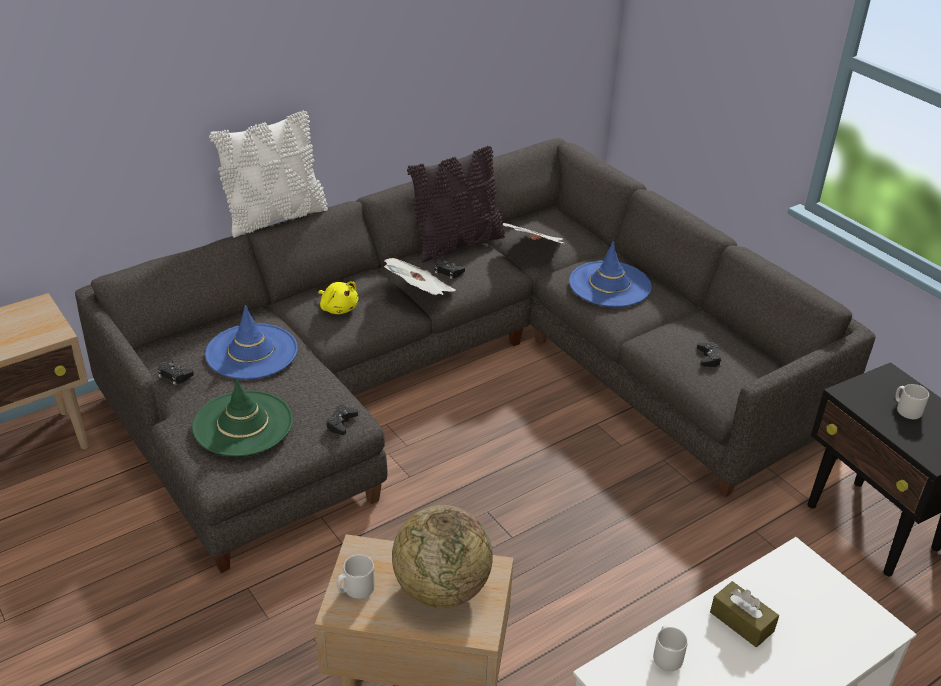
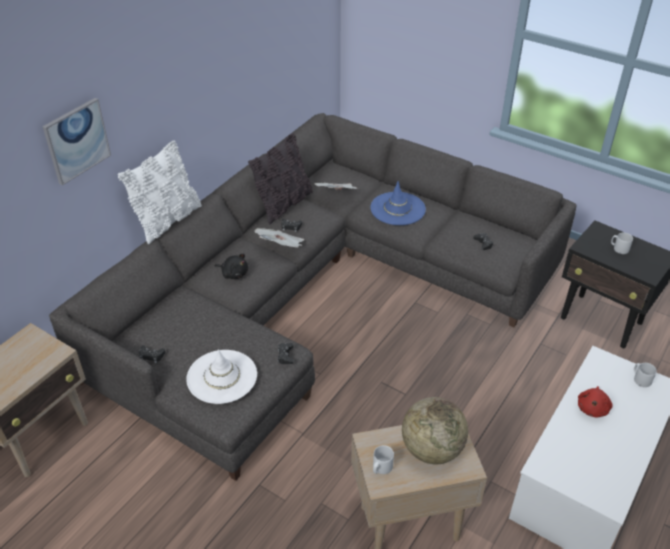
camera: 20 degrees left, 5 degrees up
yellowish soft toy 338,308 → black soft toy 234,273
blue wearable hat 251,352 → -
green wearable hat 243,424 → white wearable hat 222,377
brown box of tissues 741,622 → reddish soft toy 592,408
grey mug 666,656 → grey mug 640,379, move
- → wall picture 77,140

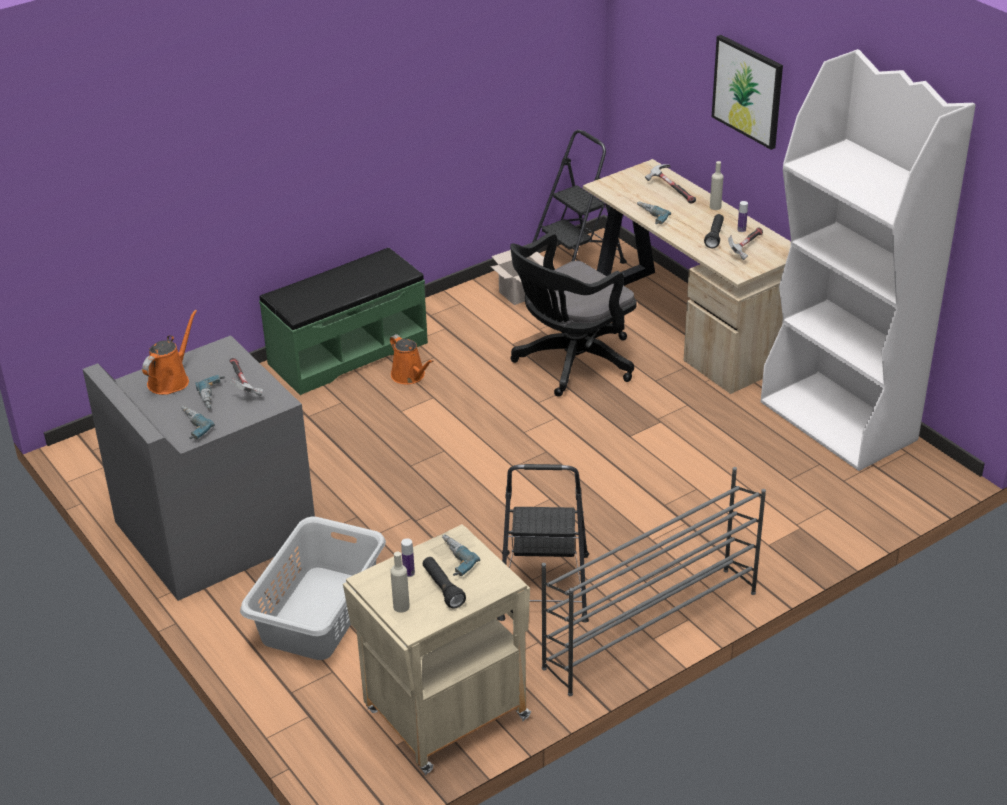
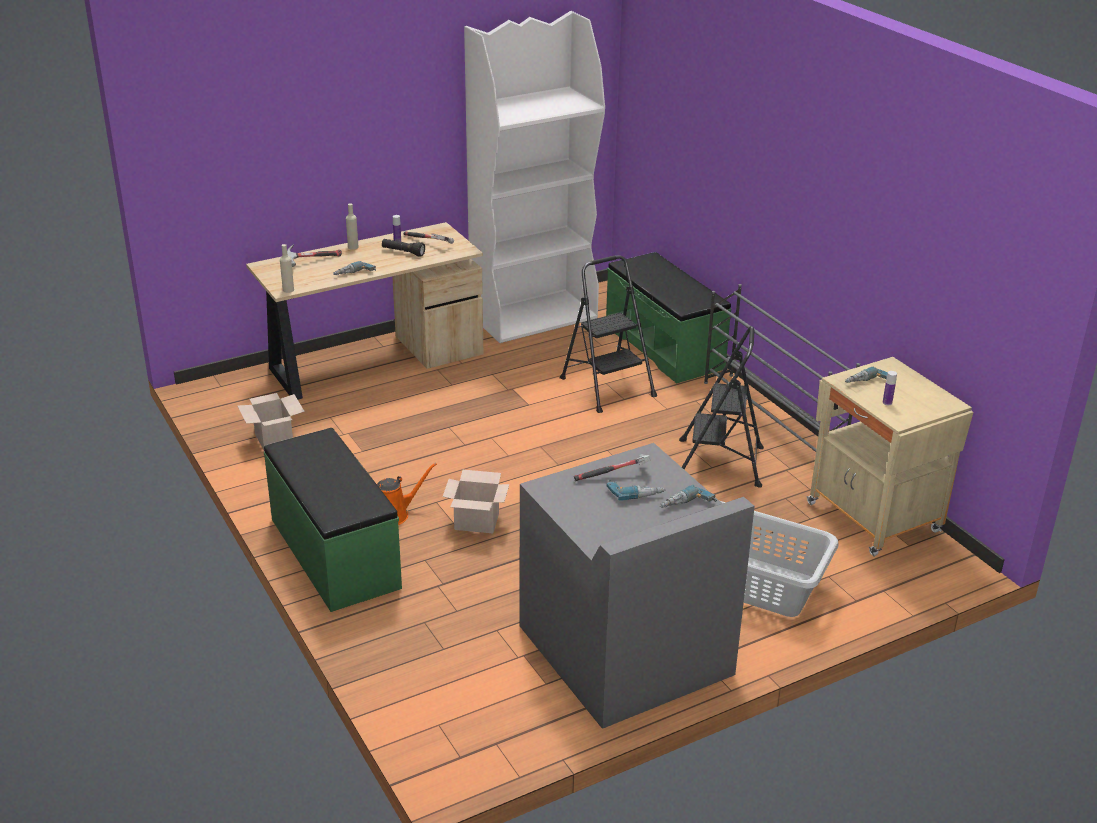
camera: 85 degrees left, 5 degrees down
wall picture 748,91 → -
black step stool 578,259 → black step stool 606,385, move
black office chair 570,363 → -
orange watering pot 171,380 → -
beige beverage bottle 401,606 → beige beverage bottle 288,290, move
black flashlight 442,588 → -
- → green indoor bench 664,347
- → carton 475,522

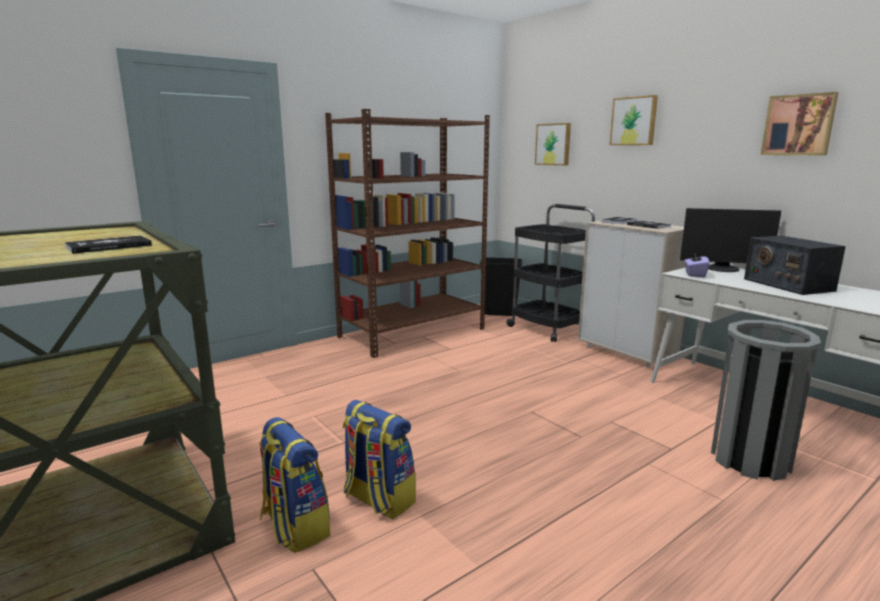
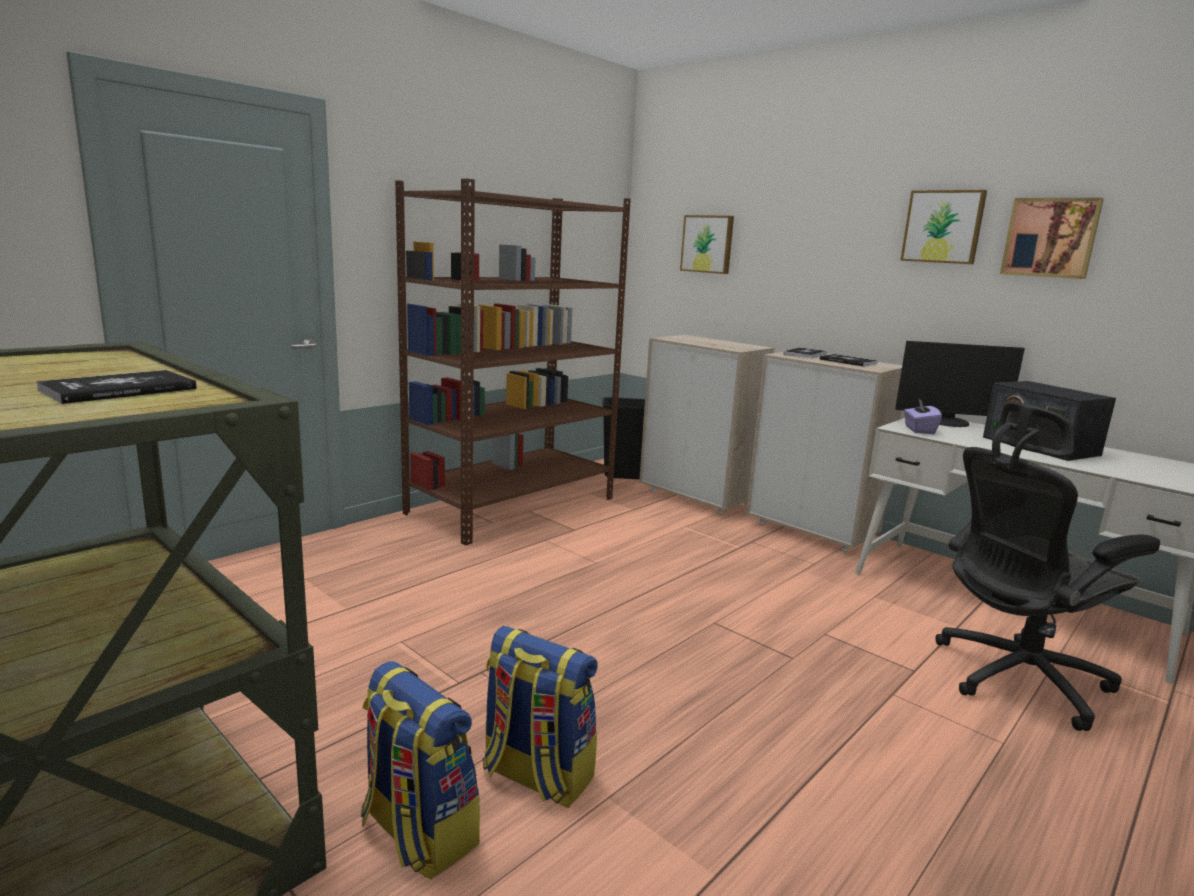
camera: 10 degrees left, 0 degrees up
wall picture 634,121 → wall picture 943,227, move
black trolley 547,328 → beige cupboard 698,498
grey rubbish bin 749,459 → office chair 1014,681

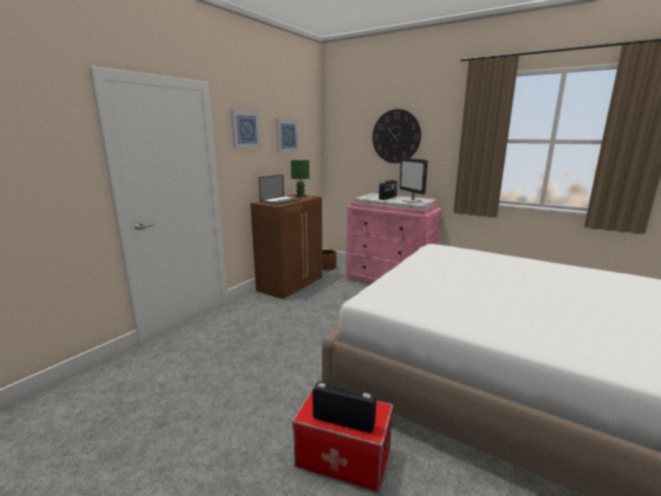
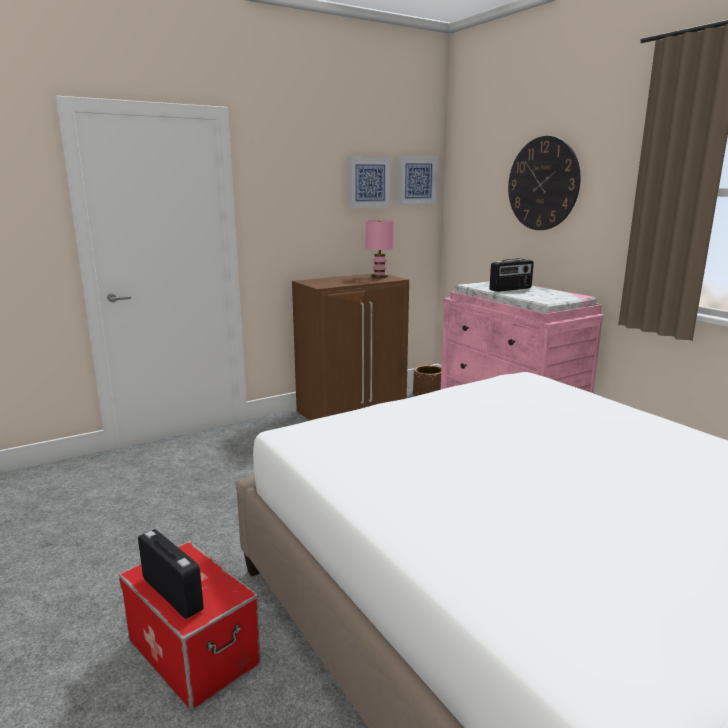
camera: 25 degrees right, 0 degrees up
wall picture 245,129 → wall picture 417,180, move
monitor 412,201 → -
green lamp for a table 300,196 → pink-coloured lamp for a table 379,276
laptop 280,200 → -

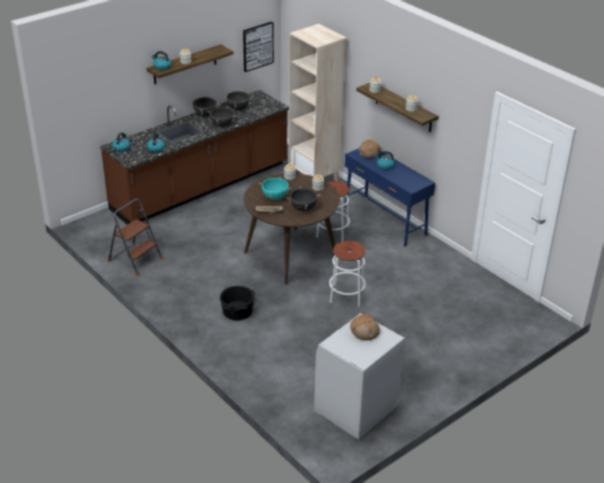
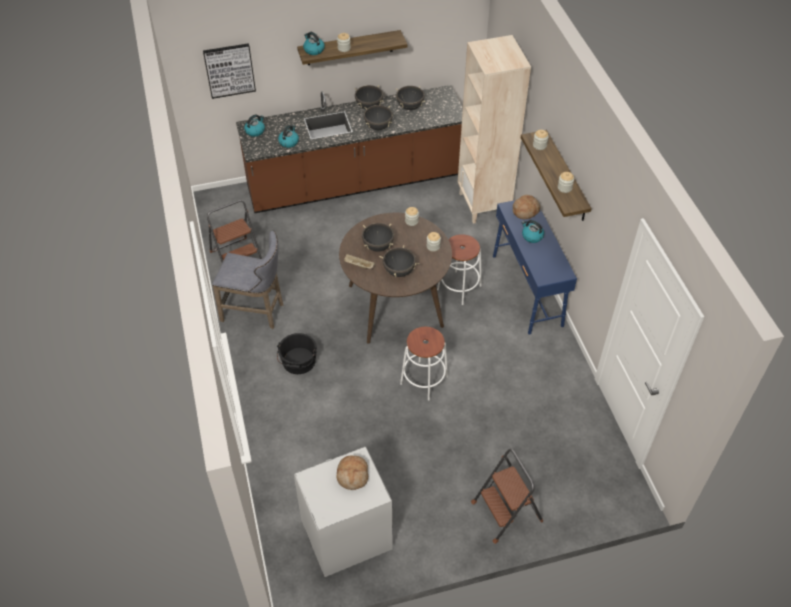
camera: 25 degrees right, 15 degrees up
wall picture 257,46 → wall picture 229,70, move
turquoise-coloured saucepot 275,198 → black saucepot 378,246
- → grey sitting stool 256,312
- → brown step stool 509,510

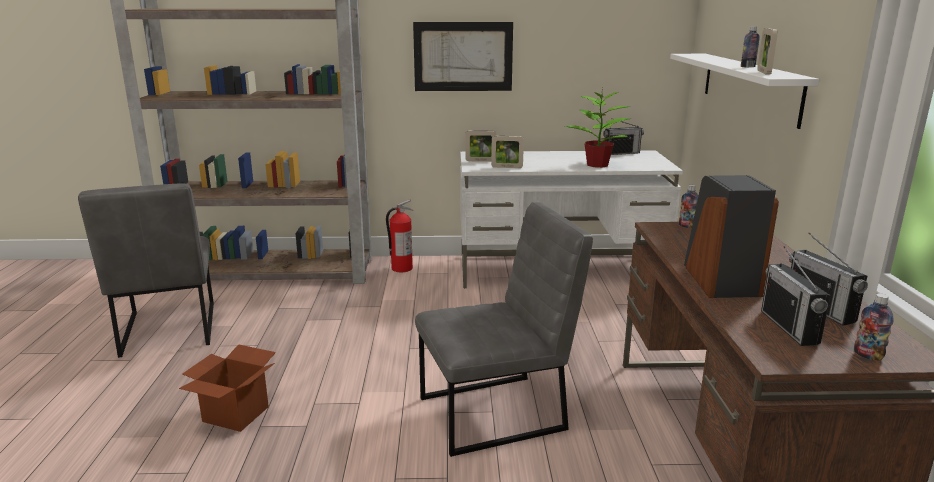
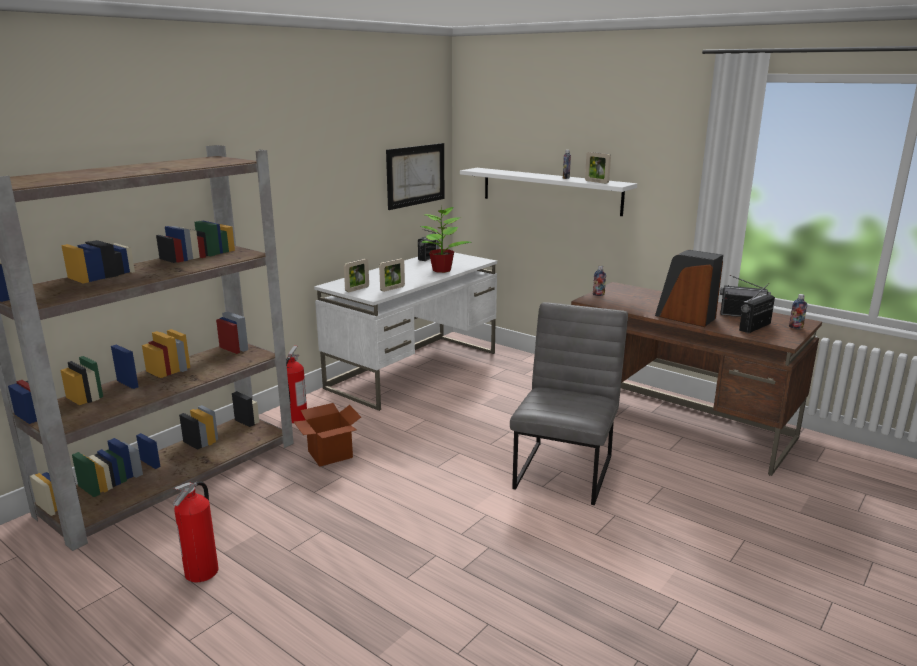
camera: 50 degrees left, 0 degrees up
wall picture 463,56 → wall picture 416,175, move
grey chair 168,330 → fire extinguisher 202,572
radio receiver 789,327 → radio receiver 755,327, 105 degrees clockwise
carton 236,414 → carton 330,454, move

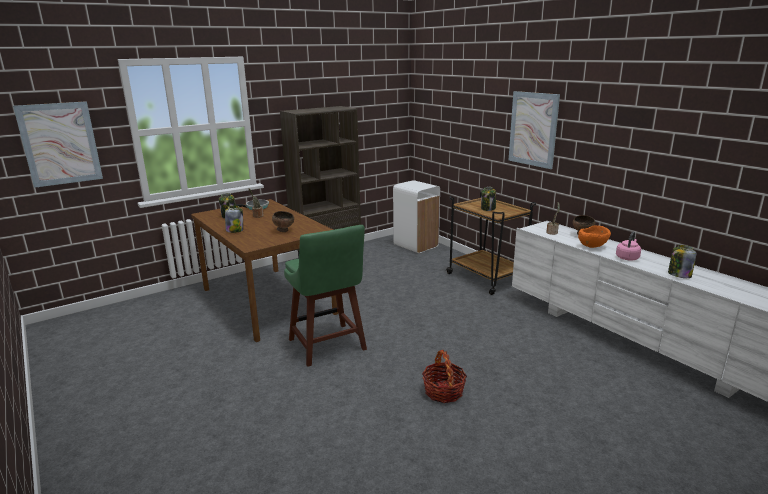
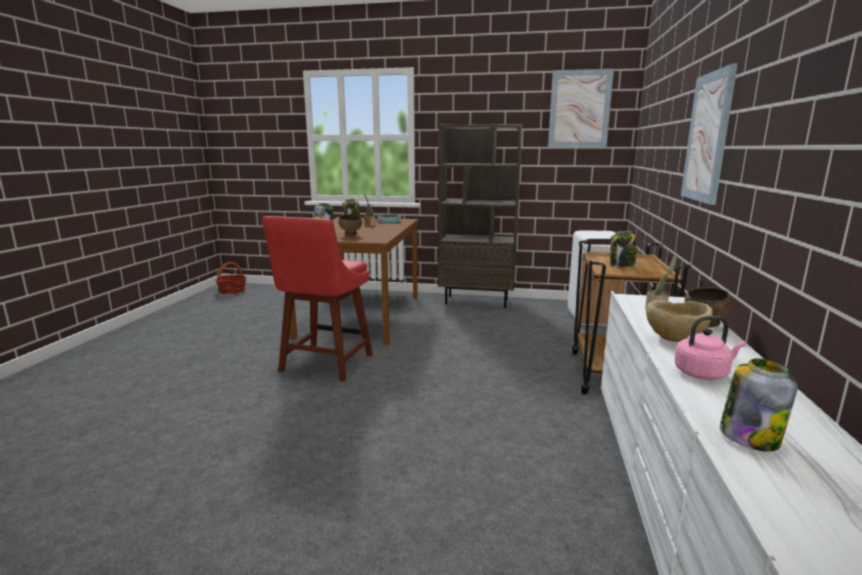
camera: 45 degrees right, 5 degrees down
wall picture 60,144 → wall picture 579,109, move
green chair 328,346 → reddish chair 324,364
orange serving bowl 592,247 → beige serving bowl 674,341
basket 443,391 → basket 232,291, move

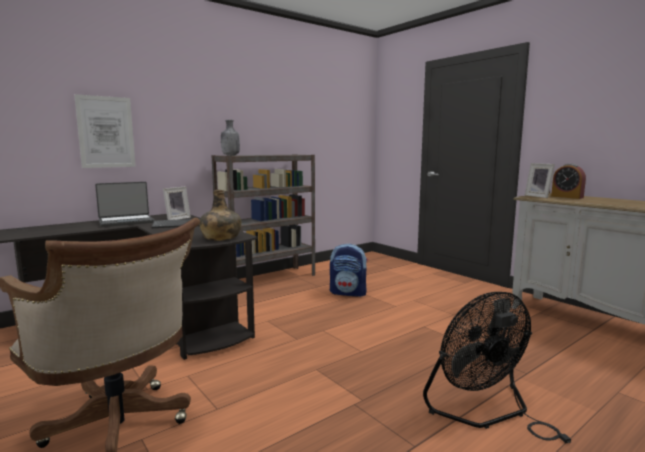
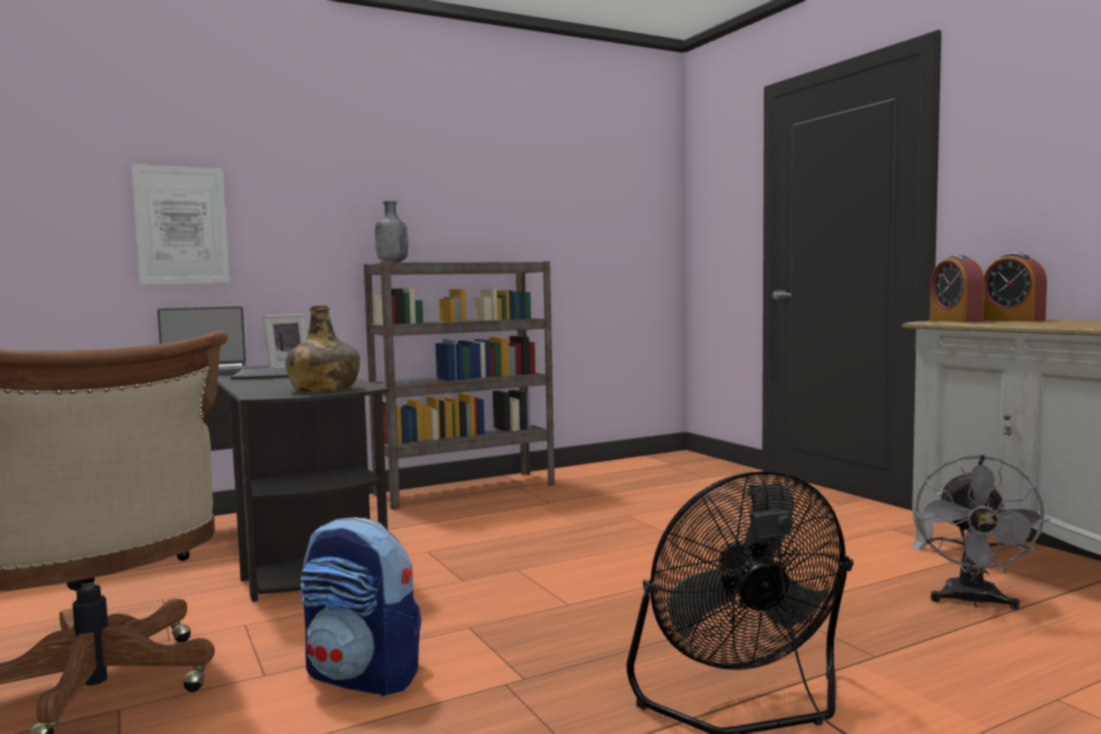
camera: 10 degrees right, 5 degrees down
photo frame 539,196 → alarm clock 955,321
rucksack 348,293 → rucksack 363,677, move
- → grey fan 973,602

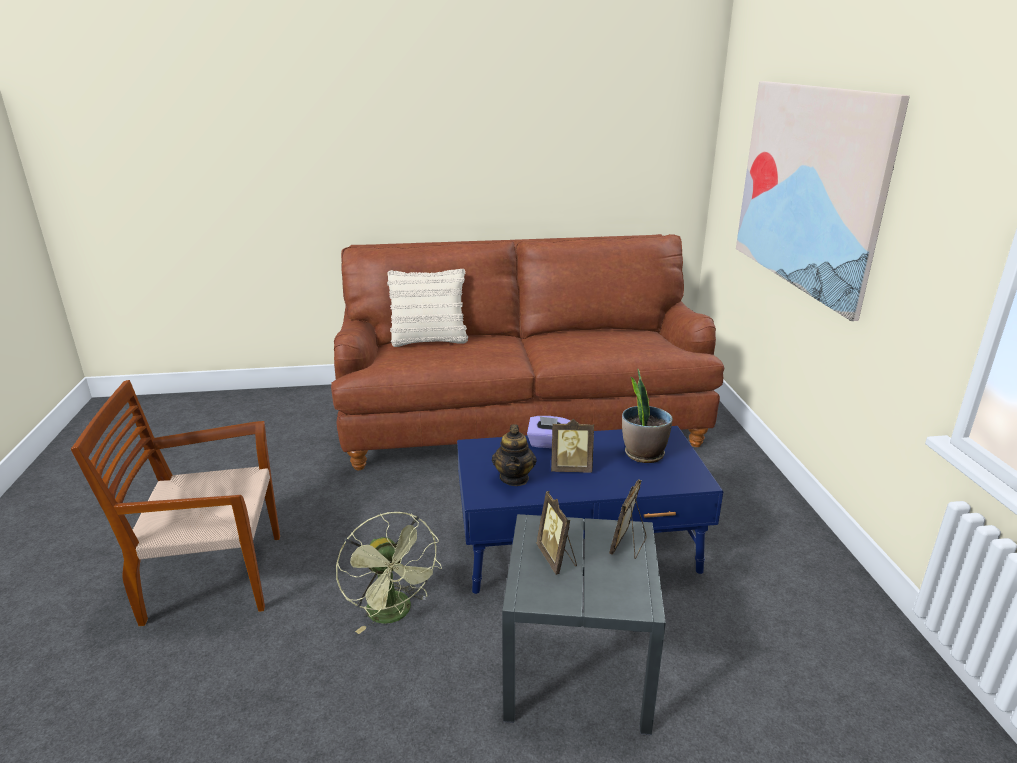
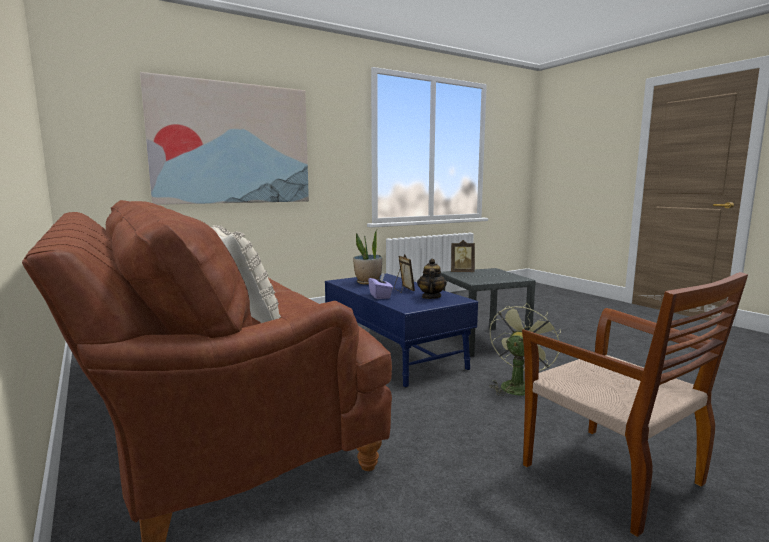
camera: 115 degrees left, 15 degrees down
tea pot 514,478 → tea pot 431,297, 60 degrees counterclockwise
photo frame 557,558 → -

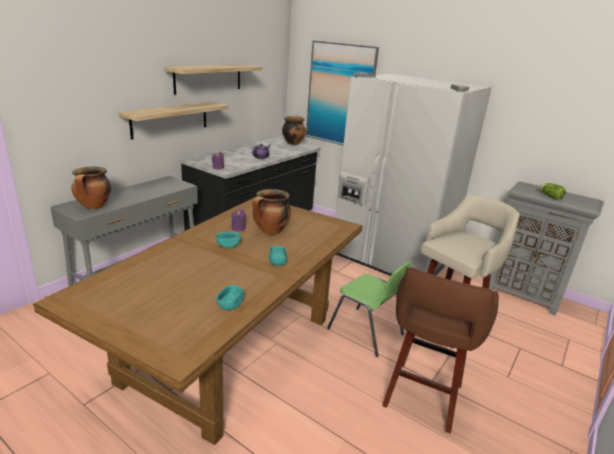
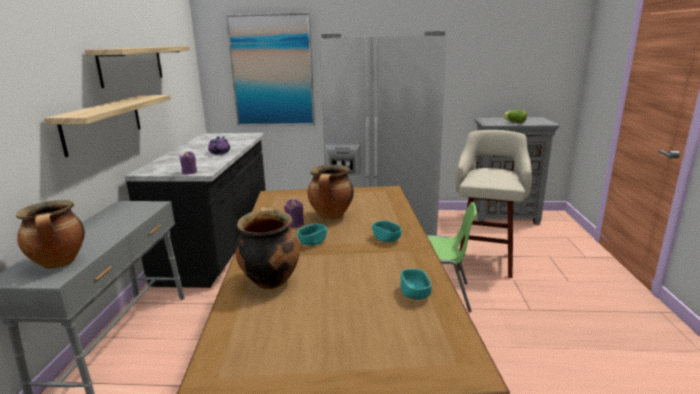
camera: 30 degrees left, 5 degrees down
saucepot 293,143 → saucepot 270,280, move
brown sitting stool 421,398 → -

